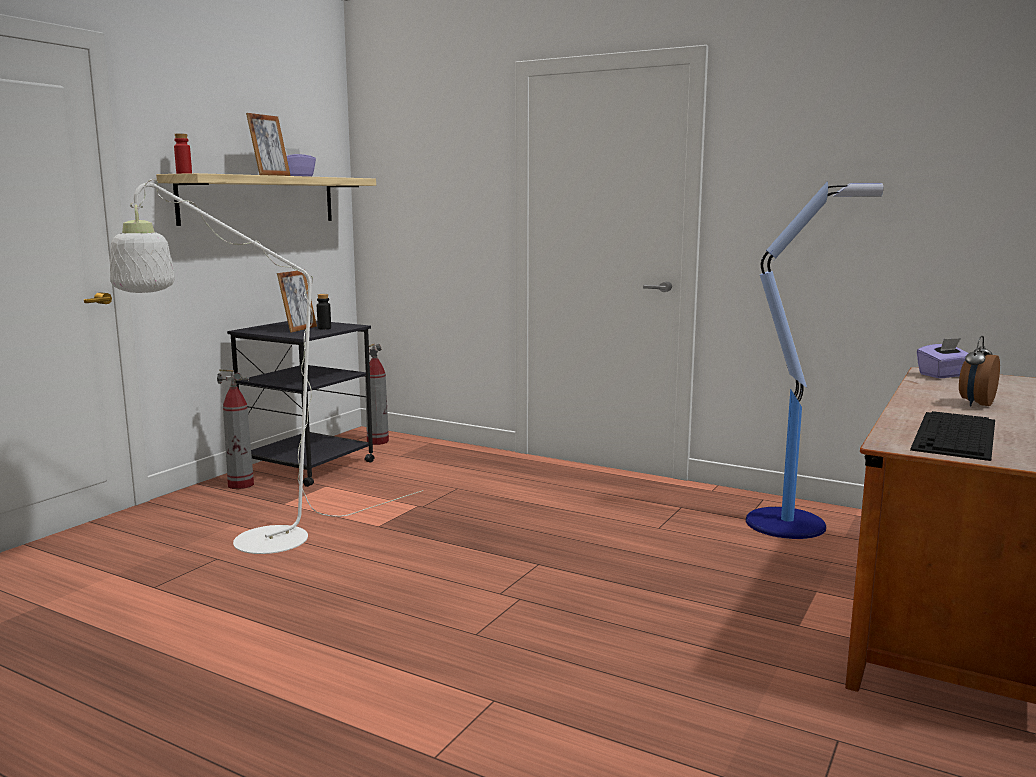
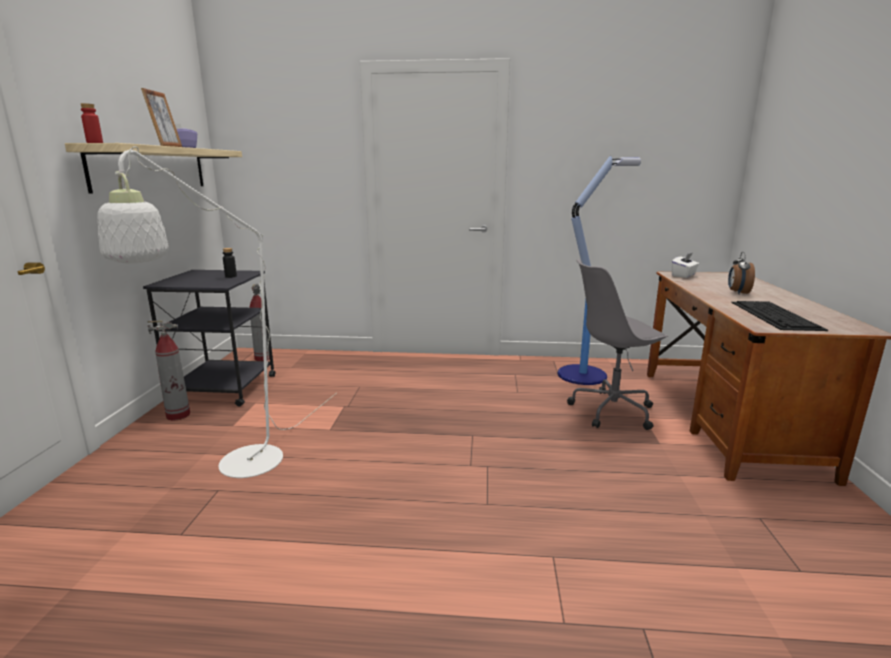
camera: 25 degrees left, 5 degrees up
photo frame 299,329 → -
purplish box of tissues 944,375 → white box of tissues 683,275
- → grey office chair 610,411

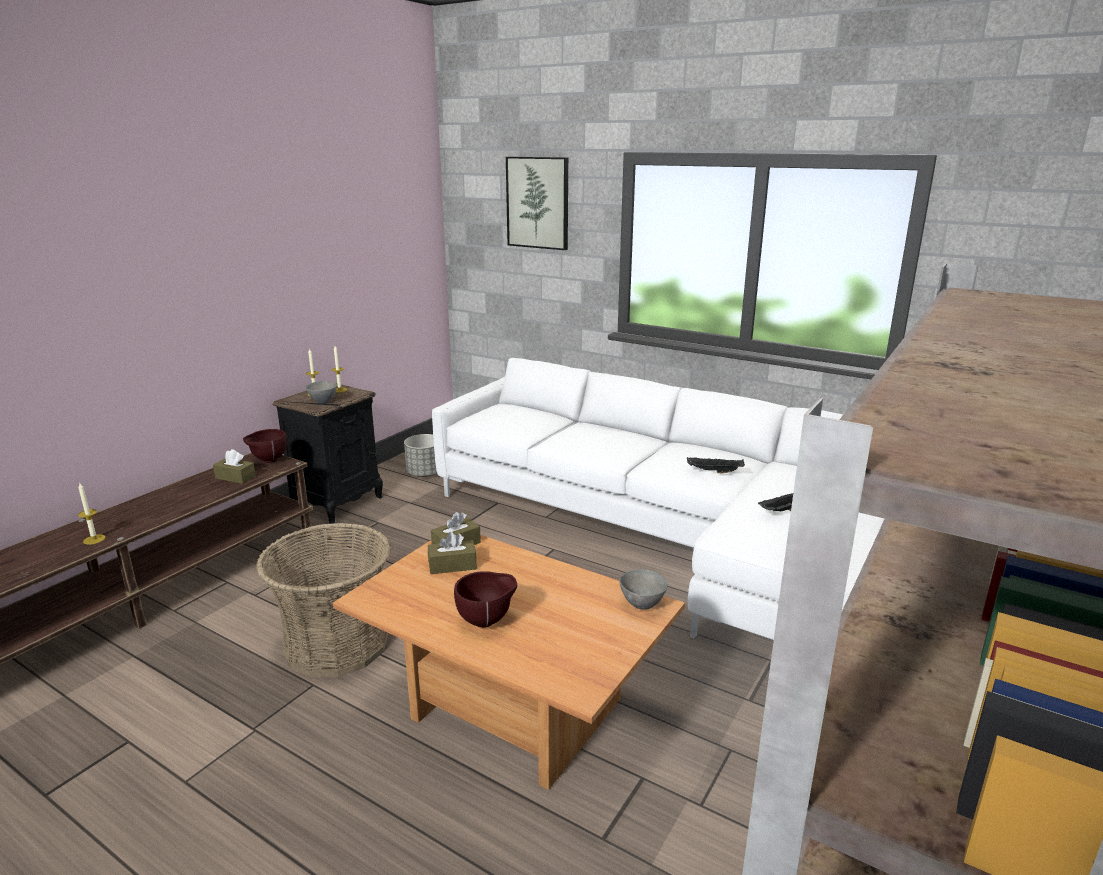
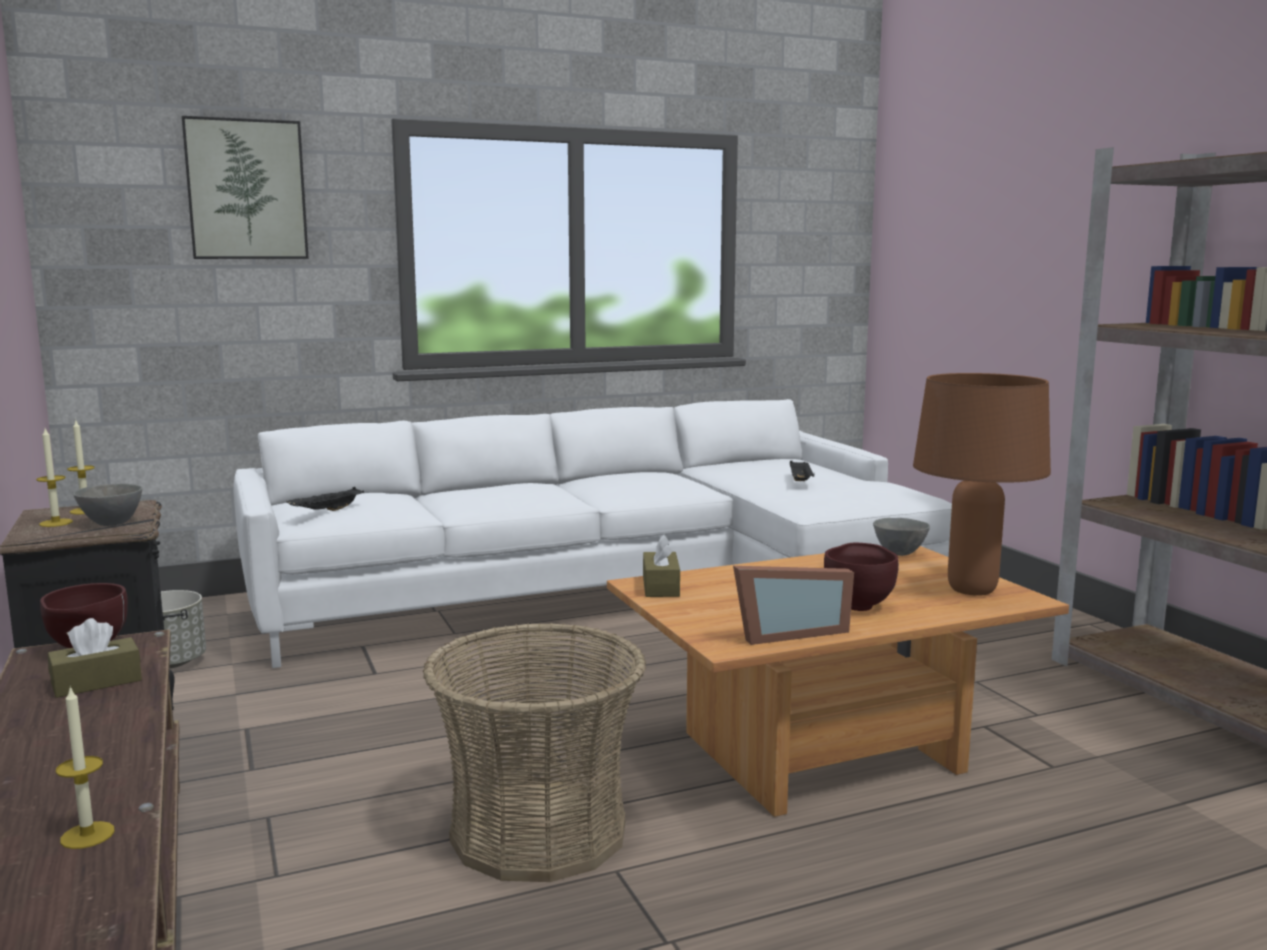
camera: 55 degrees left, 10 degrees down
black serving tray 714,472 → black serving tray 327,511, move
brown box of tissues 452,565 → -
- → brown lamp for a table 972,590
- → photo frame 787,633

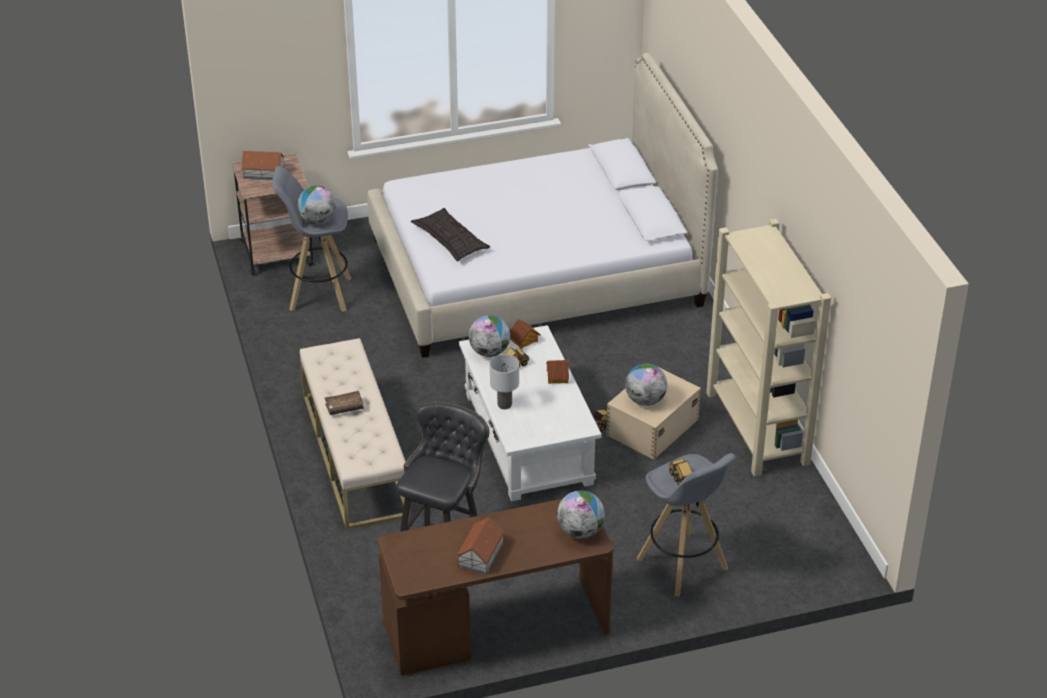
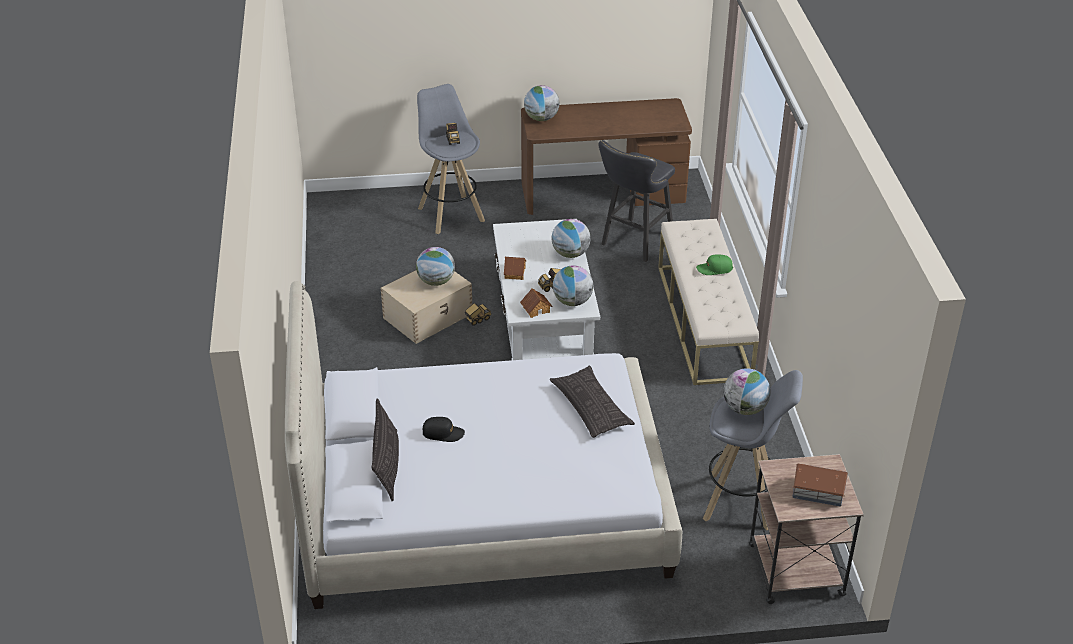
camera: 170 degrees left, 0 degrees up
beige bookcase 757,428 → -
white lamp for a table 503,405 → desk globe 570,254
brown bound book 344,407 → green peaked cap 714,269
miniature house 480,555 → -
- → throw pillow 387,465
- → black peaked cap 443,433

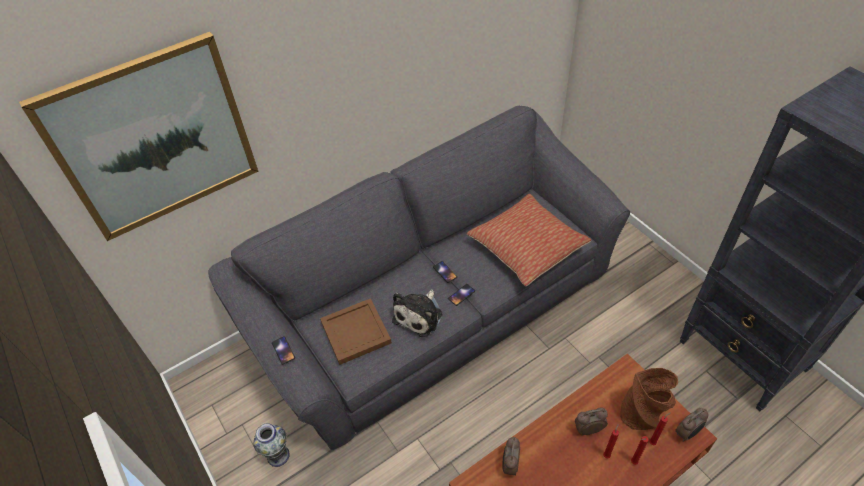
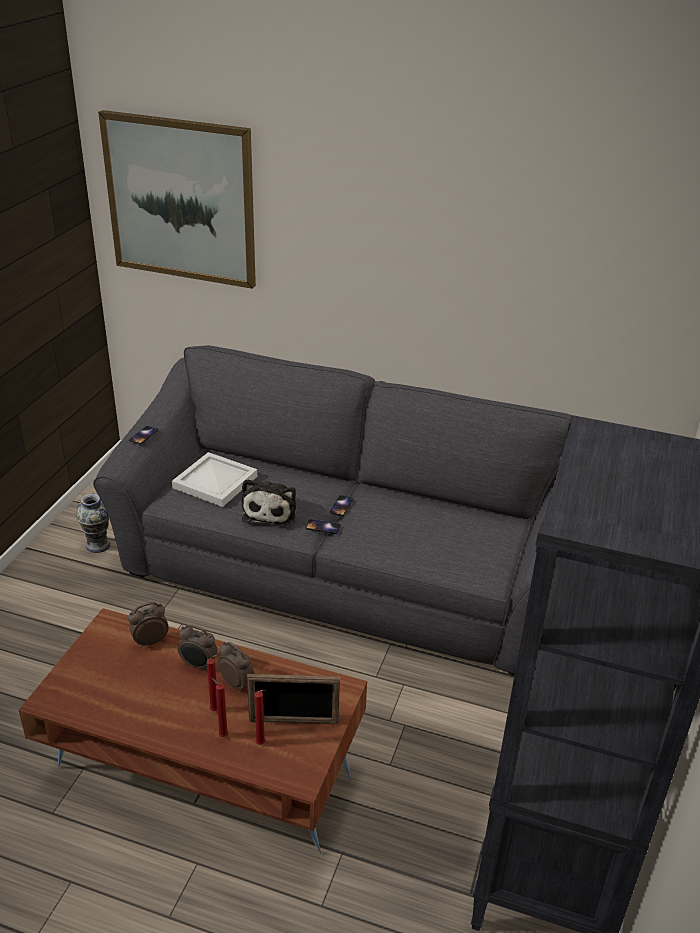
camera: 50 degrees right, 15 degrees down
throw pillow 527,247 → -
soft toy 420,315 → soft toy 271,511, 75 degrees counterclockwise
brown serving tray 357,333 → white serving tray 215,483
brown vase 642,413 → photo frame 293,721
alarm clock 687,433 → alarm clock 198,665, move

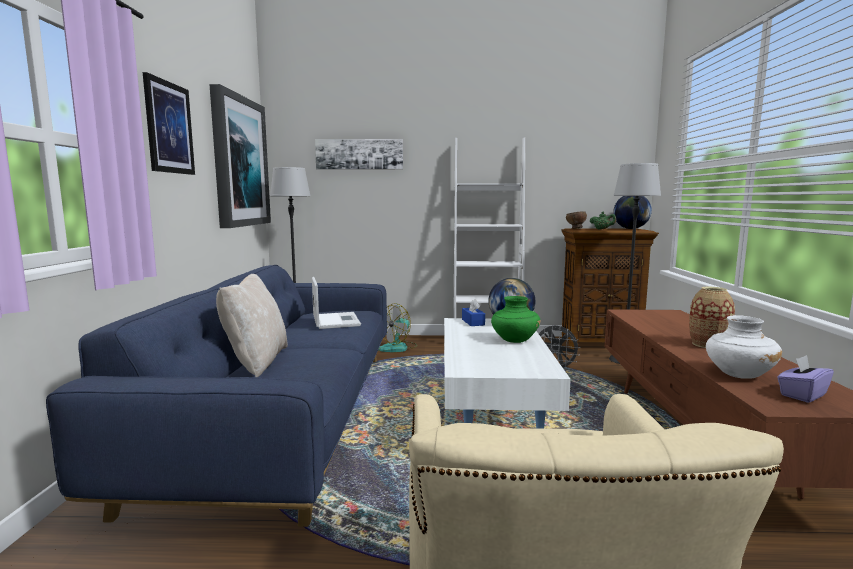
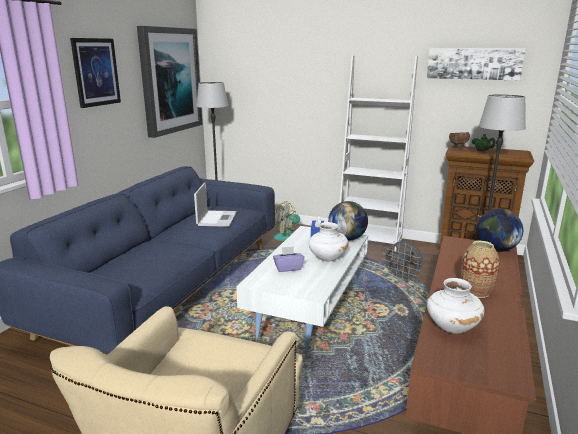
camera: 20 degrees right, 10 degrees up
wall picture 359,154 → wall picture 474,63, move
desk globe 630,228 → desk globe 495,249, move
beige throw pillow 256,362 → -
green vase 514,340 → white vase 327,258
purplish box of tissues 802,395 → purplish box of tissues 288,268, move

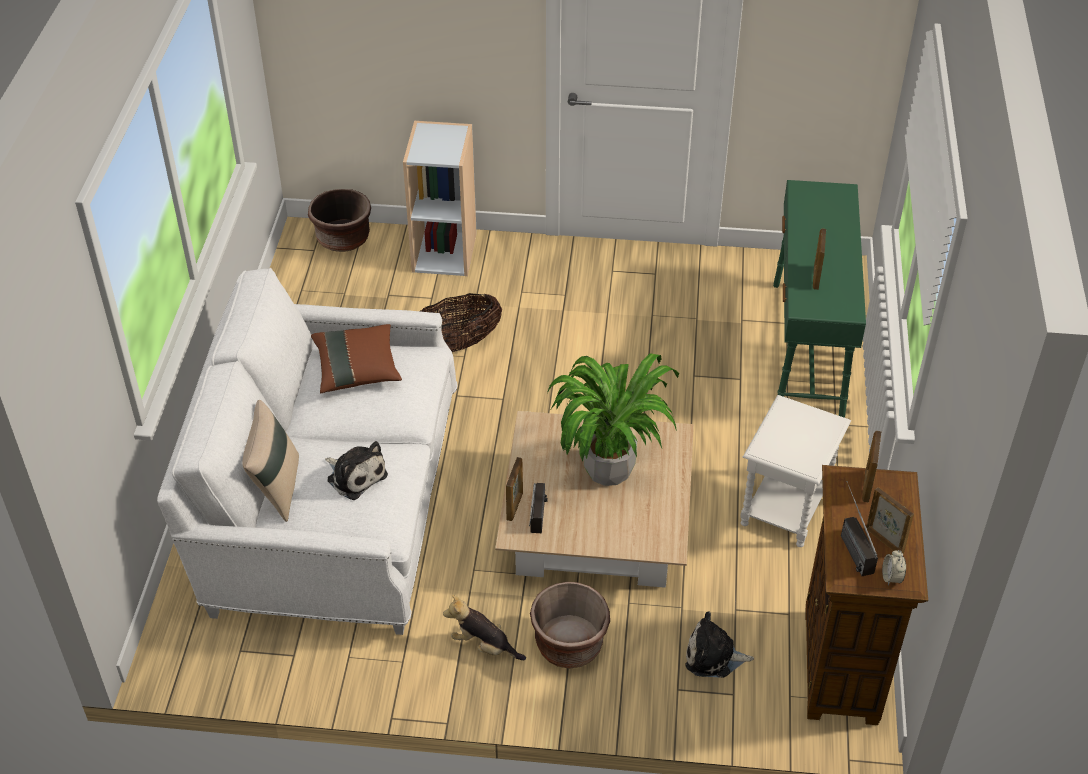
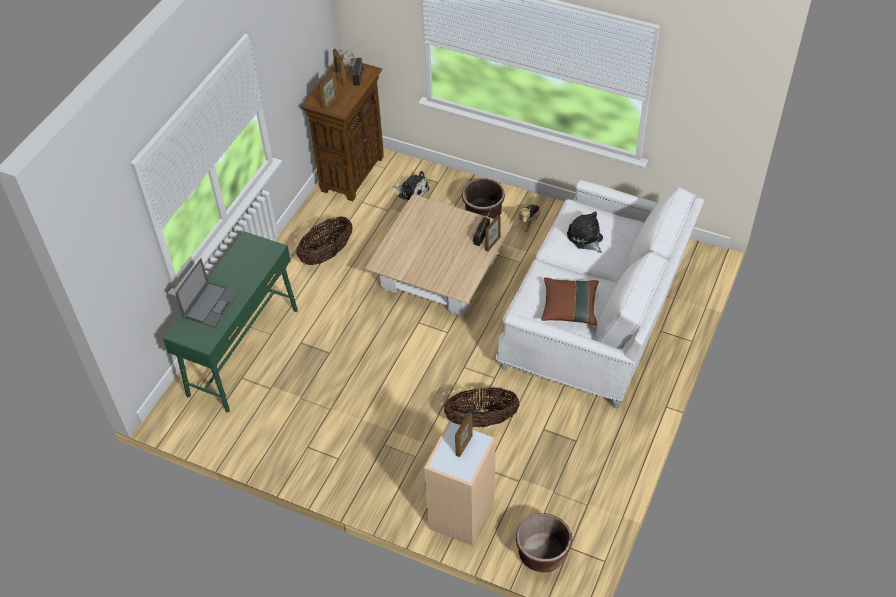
camera: 160 degrees left, 5 degrees up
photo frame 816,277 → photo frame 464,445, move
potted plant 609,468 → -
white accent table 787,508 → basket 327,254
beige throw pillow 276,488 → -
soft toy 484,646 → soft toy 528,222, 75 degrees clockwise
- → laptop 211,304

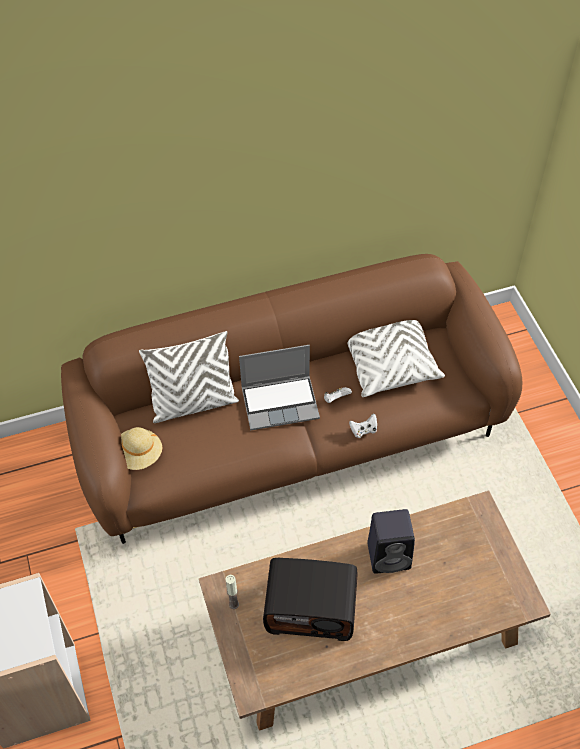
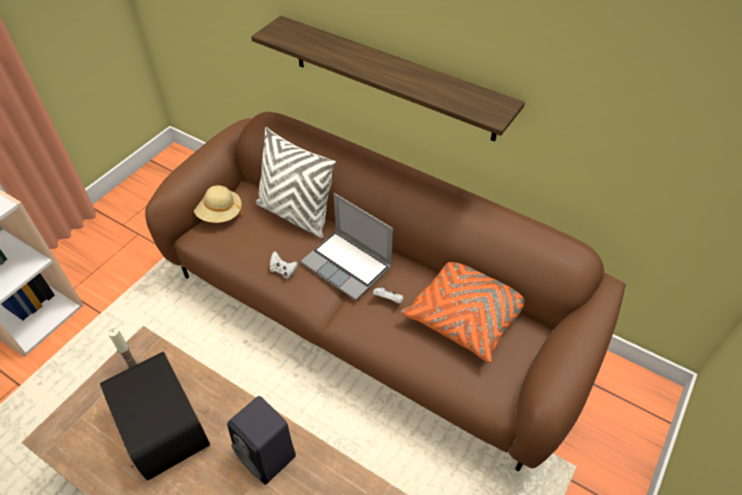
camera: 50 degrees right, 5 degrees down
white throw pillow 389,362 → orange throw pillow 467,313
white joypad 363,430 → white joypad 283,270, move
- → wall shelf 392,78

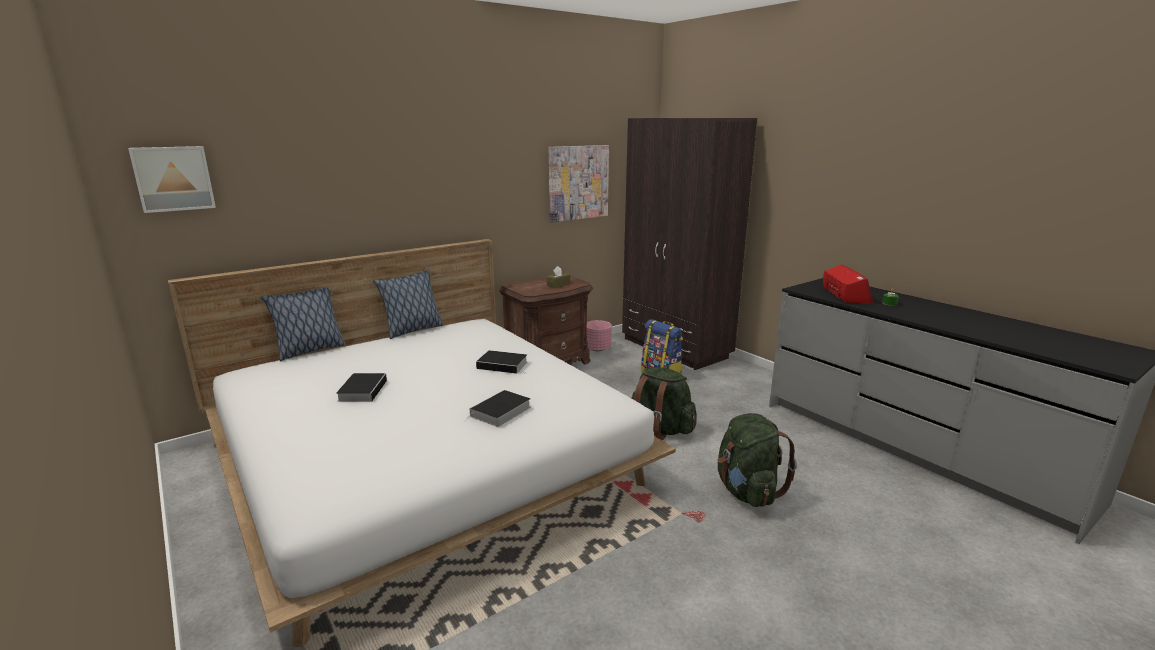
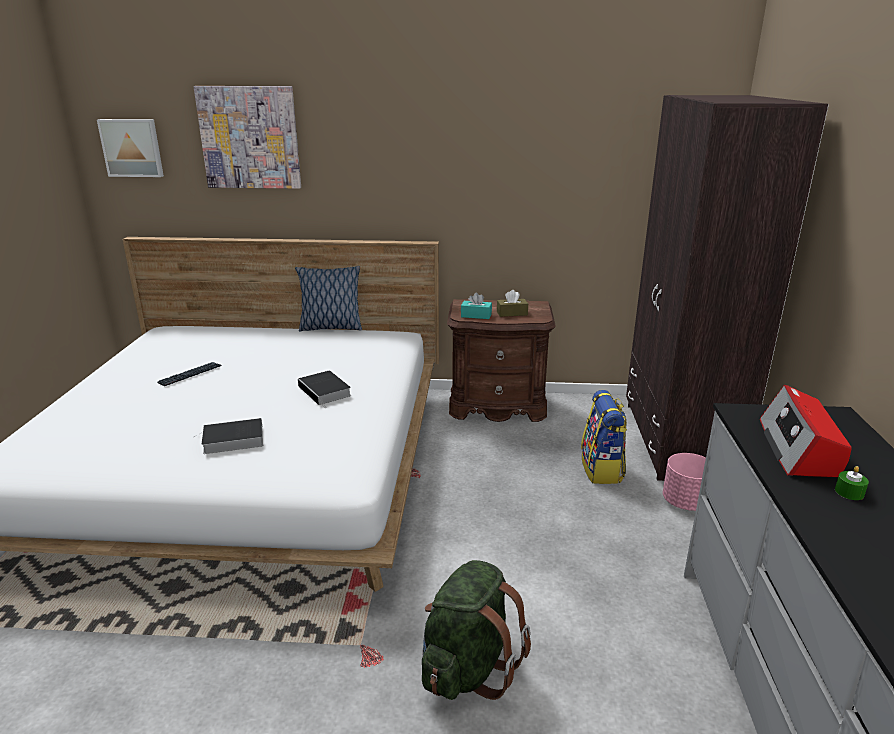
camera: 40 degrees right, 5 degrees up
wall picture 578,182 → wall picture 249,138, move
radio receiver 845,295 → radio receiver 798,448, 150 degrees clockwise
throw pillow 309,351 → -
pink-coloured planter 597,349 → pink-coloured planter 686,502, move
green rucksack 660,429 → -
bound book 363,390 → keyboard 190,375
- → turquoise-coloured box of tissues 476,315

